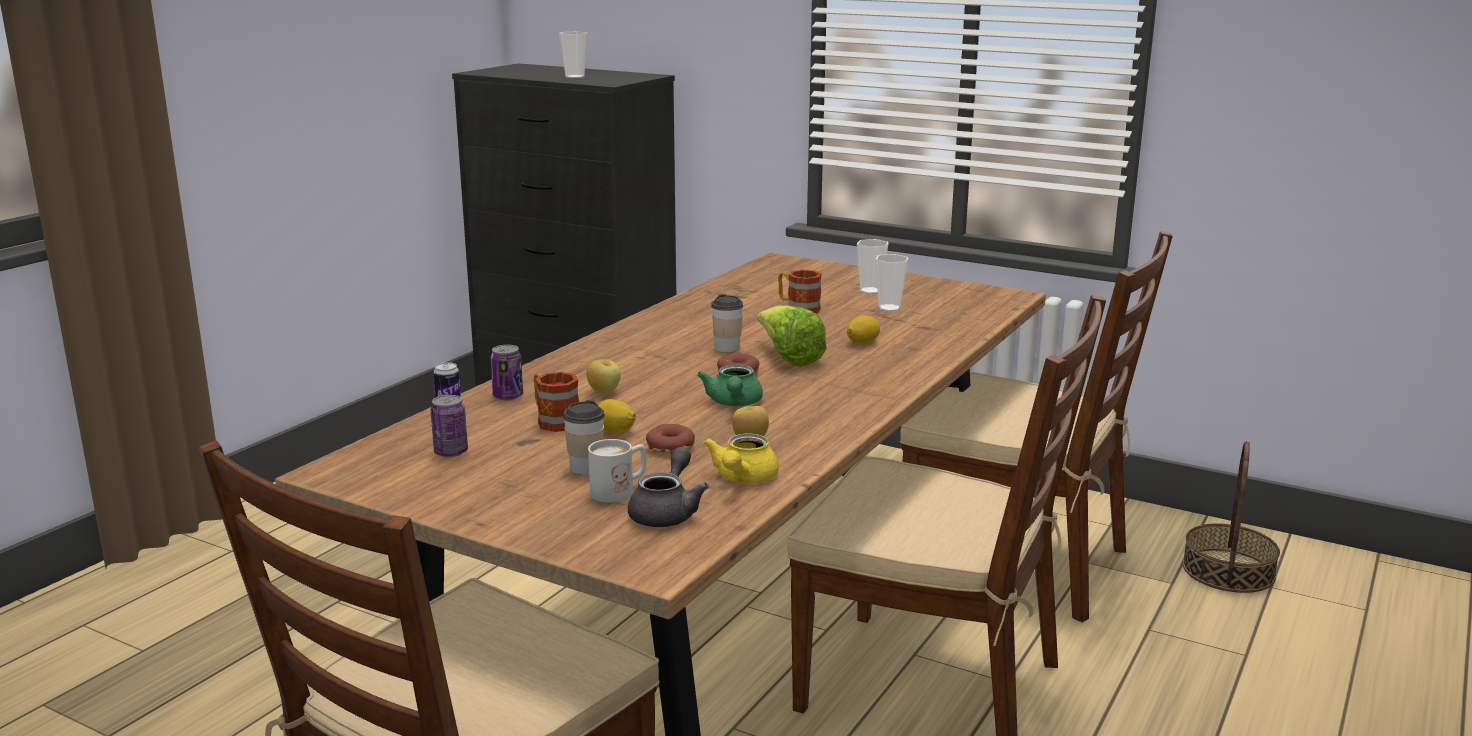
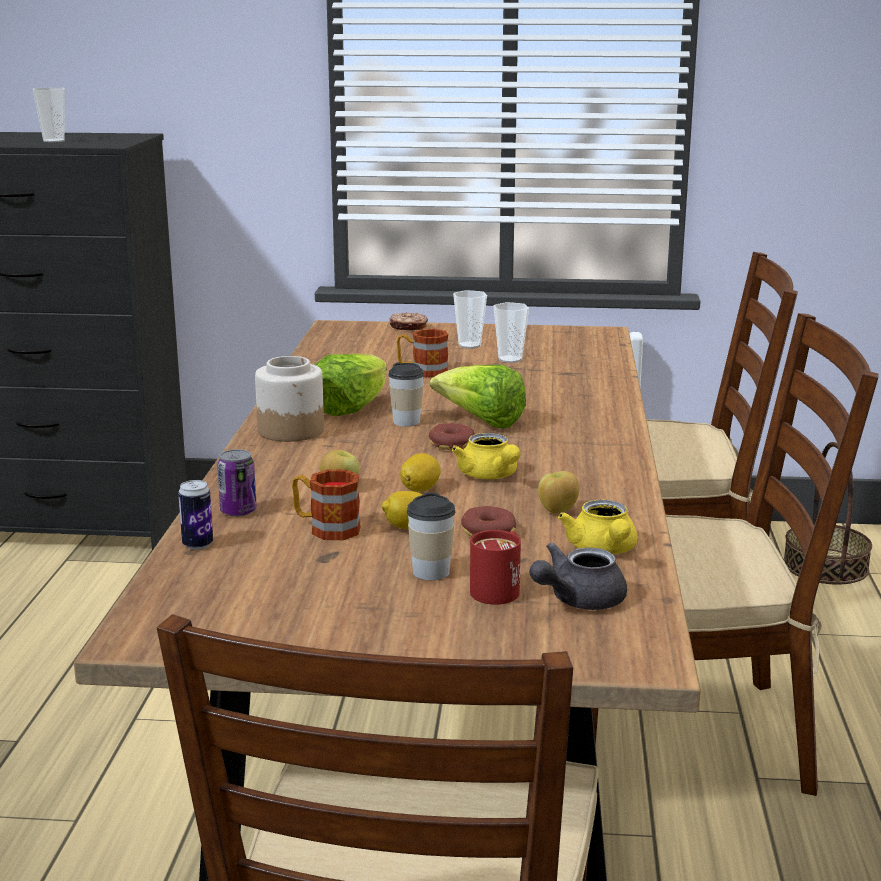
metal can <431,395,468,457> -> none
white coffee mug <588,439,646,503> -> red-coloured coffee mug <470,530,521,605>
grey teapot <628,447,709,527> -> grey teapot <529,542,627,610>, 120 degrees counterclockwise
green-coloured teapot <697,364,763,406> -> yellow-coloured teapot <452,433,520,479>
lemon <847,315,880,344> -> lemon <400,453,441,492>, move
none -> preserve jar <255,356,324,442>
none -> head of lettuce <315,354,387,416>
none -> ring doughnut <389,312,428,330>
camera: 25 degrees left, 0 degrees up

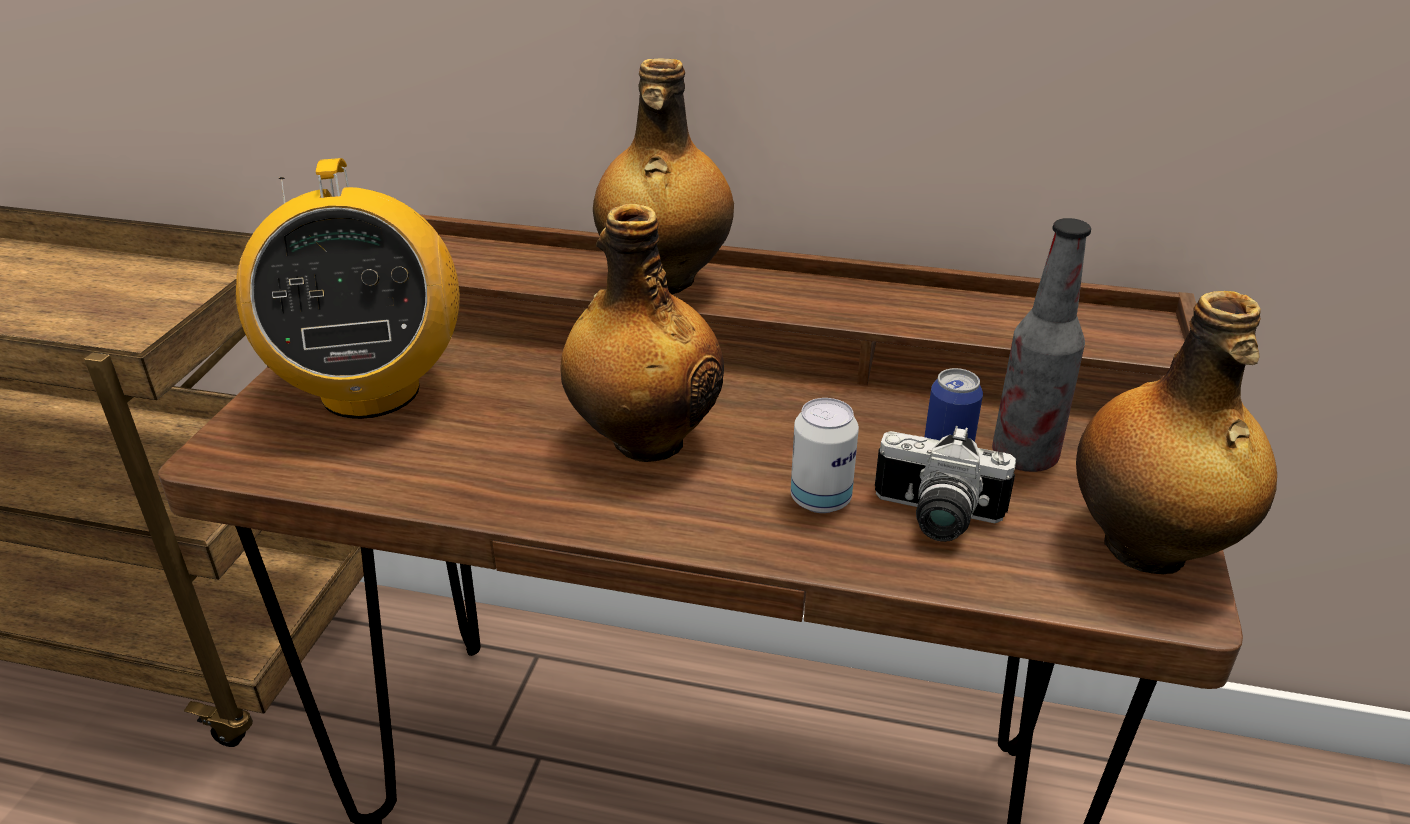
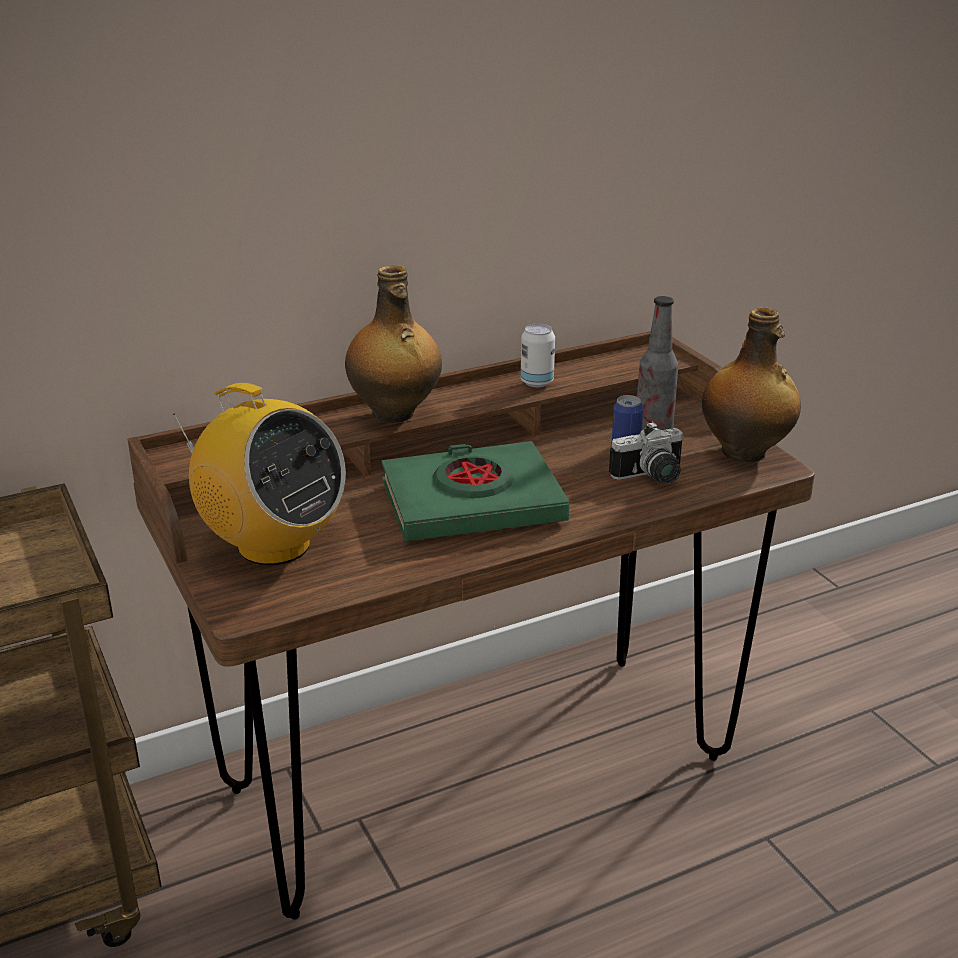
drink bottle <561,204,724,462> -> green-coloured bound book <382,441,569,541>
metal can <791,398,859,513> -> metal can <521,324,555,387>, move
camera: 40 degrees left, 5 degrees down

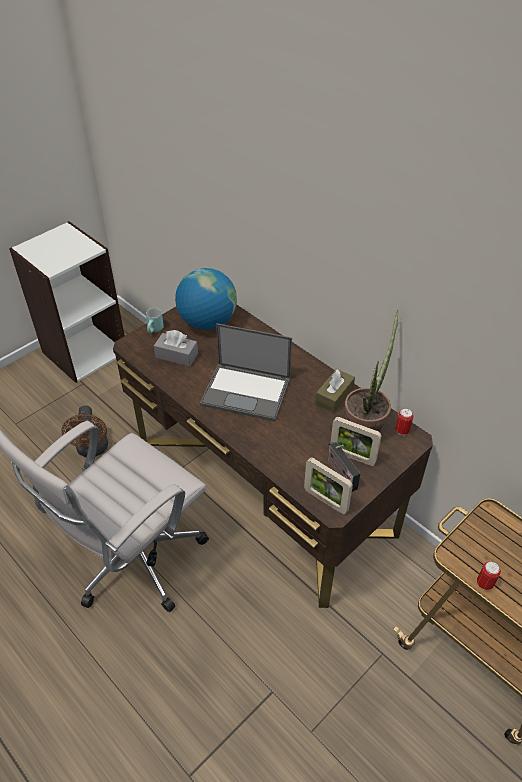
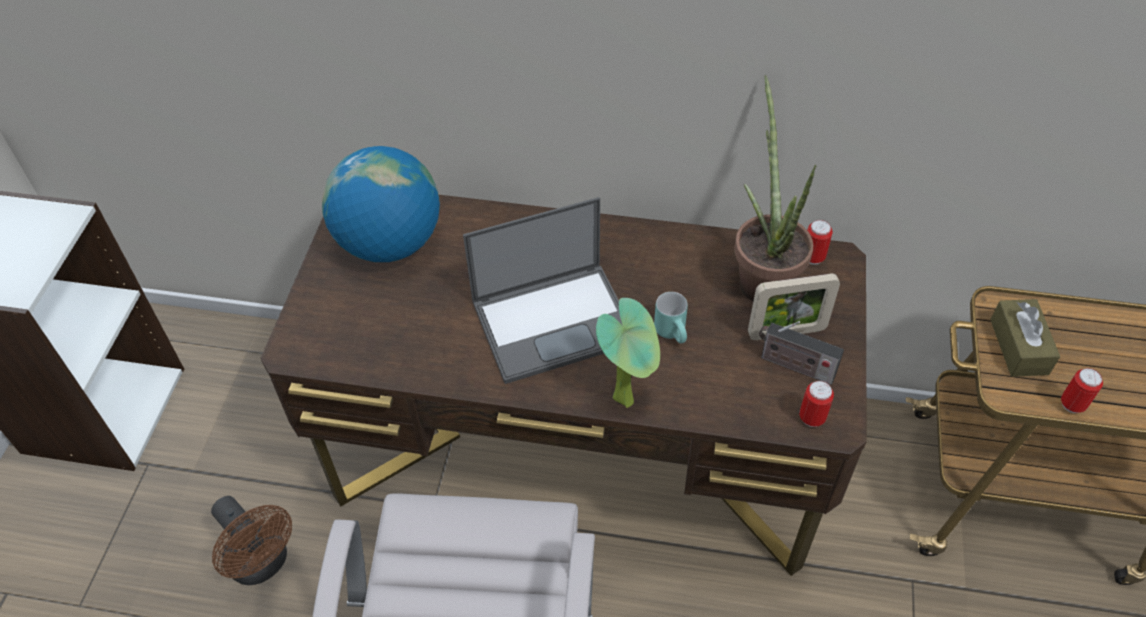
turquoise coffee mug <146,308,164,333> -> turquoise coffee mug <654,292,688,343>, move
grey tissue box <154,330,198,366> -> none
photo frame <304,457,353,514> -> metal can <799,381,834,427>
brown-coloured tissue box <315,369,355,413> -> brown-coloured tissue box <990,299,1060,377>, move
none -> houseplant <596,298,660,408>
camera: 35 degrees left, 5 degrees up

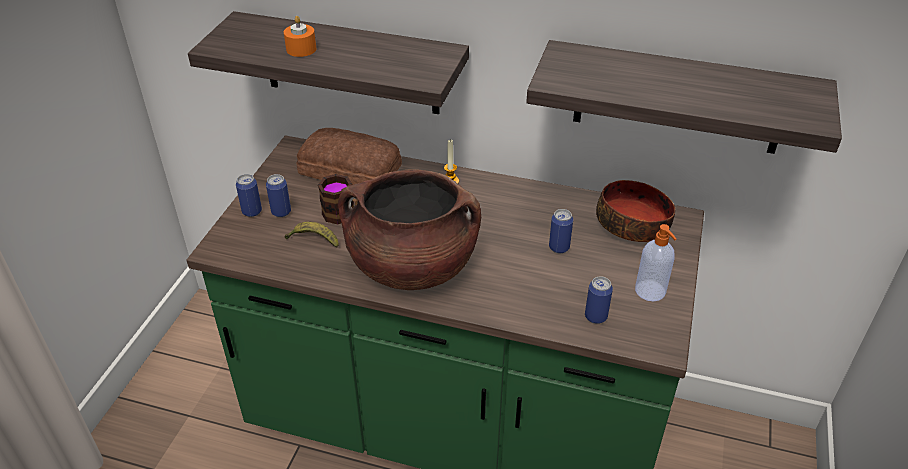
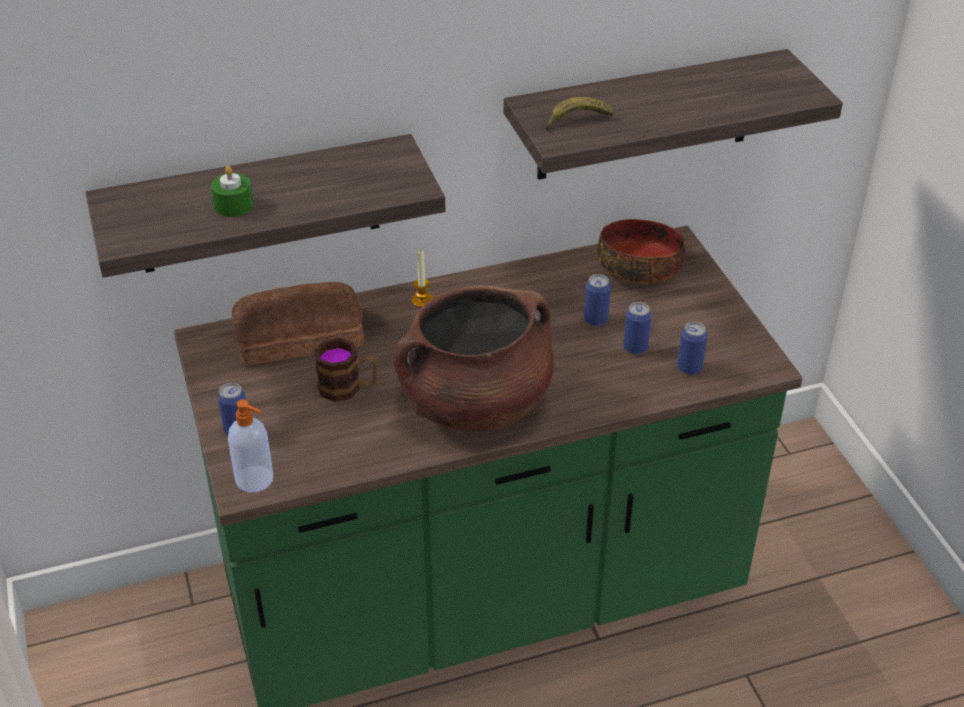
metal can <266,174,291,217> -> metal can <623,302,652,355>, move
orangey wax candle <284,16,317,57> -> green-coloured wax candle <211,166,254,217>
whole banana <285,222,339,248> -> whole banana <546,97,614,131>, move
liquid soap bottle <635,224,677,301> -> liquid soap bottle <228,400,273,493>, move
camera: 35 degrees left, 0 degrees up

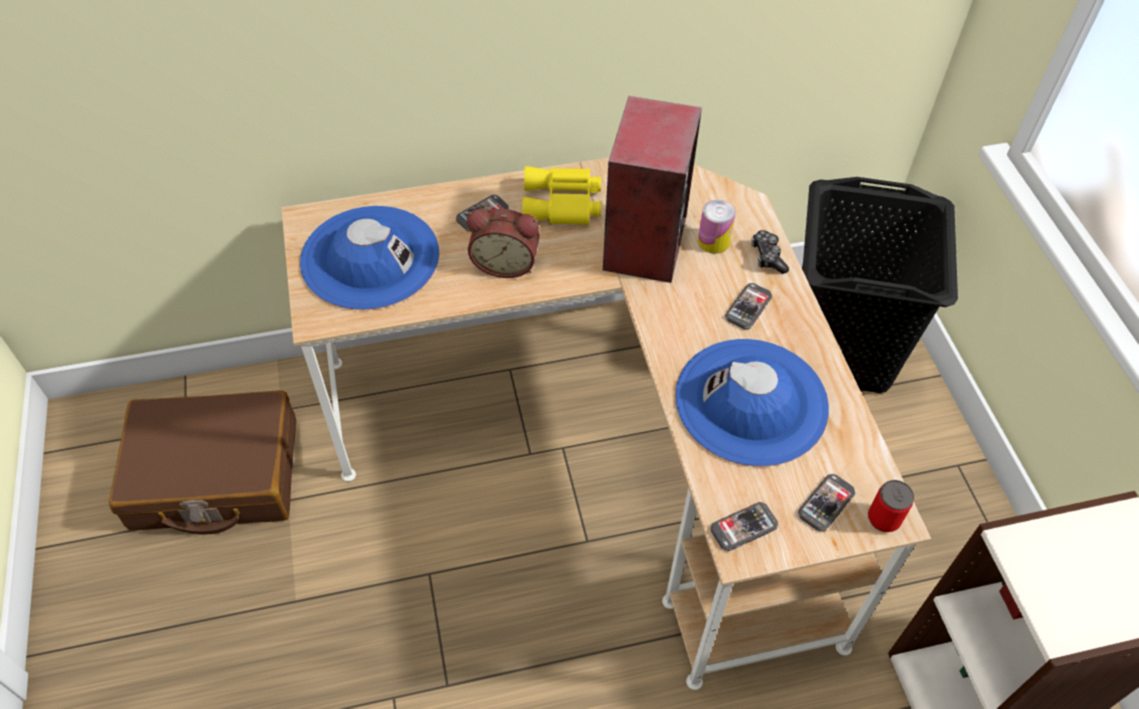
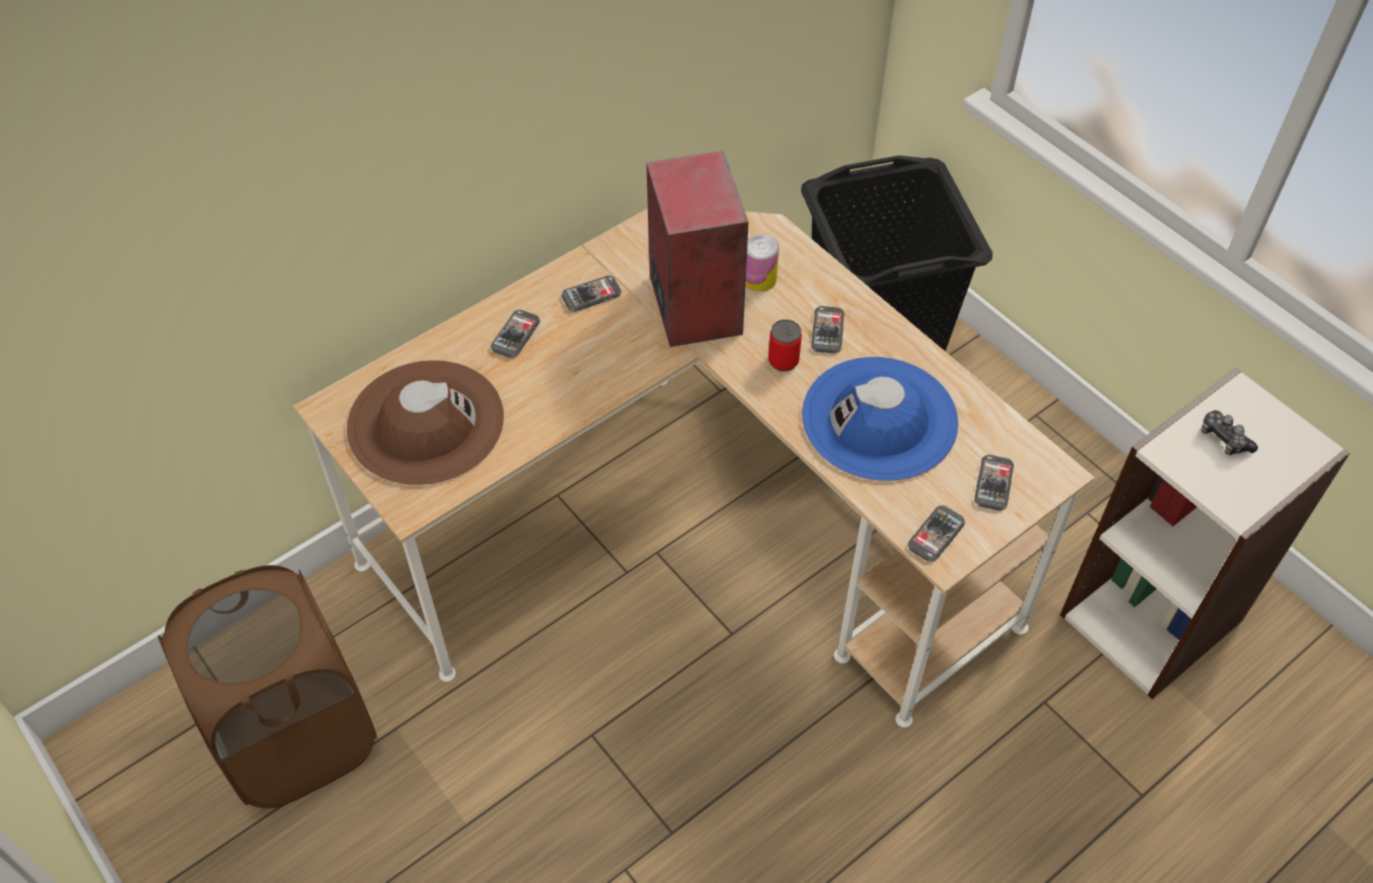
brown-coloured suitcase <109,390,296,534> -> brown-coloured washing basket <158,565,377,809>
blue-coloured hat <300,206,439,310> -> brown-coloured hat <347,360,504,485>
table clock <467,209,539,278> -> none
yellow-coloured pair of binoculars <522,166,601,226> -> handset <561,275,622,312>
joypad <751,230,789,274> -> joypad <1201,410,1258,455>, move
metal can <868,480,914,532> -> metal can <768,319,802,371>, move
camera: 25 degrees left, 0 degrees up

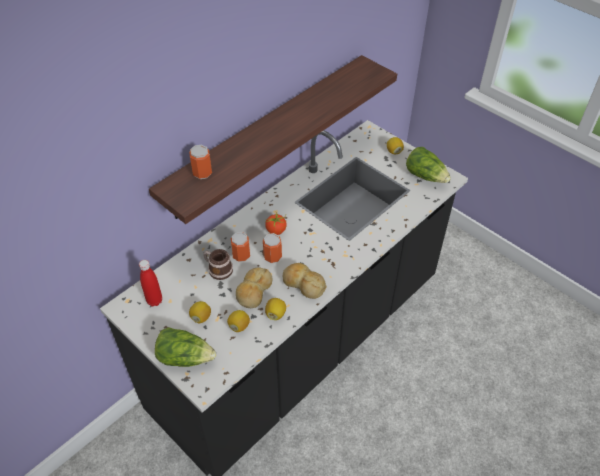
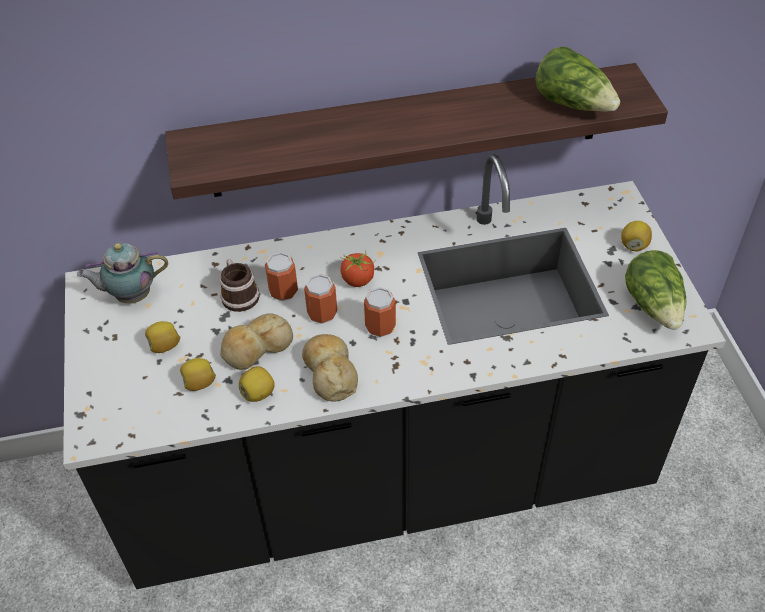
red-coloured drink bottle <139,260,162,306> -> teapot <77,243,168,304>
head of lettuce <155,327,216,367> -> head of lettuce <535,47,620,112>, move
metal can <189,145,212,179> -> metal can <364,287,396,337>, move
camera: 35 degrees right, 0 degrees up

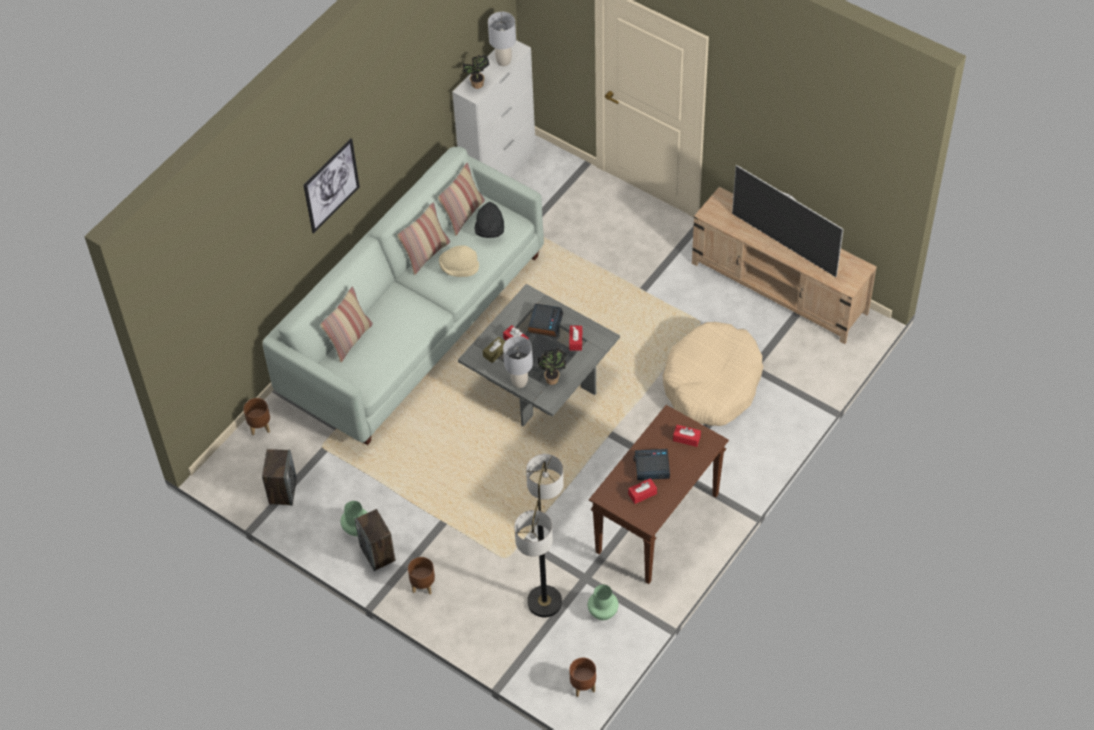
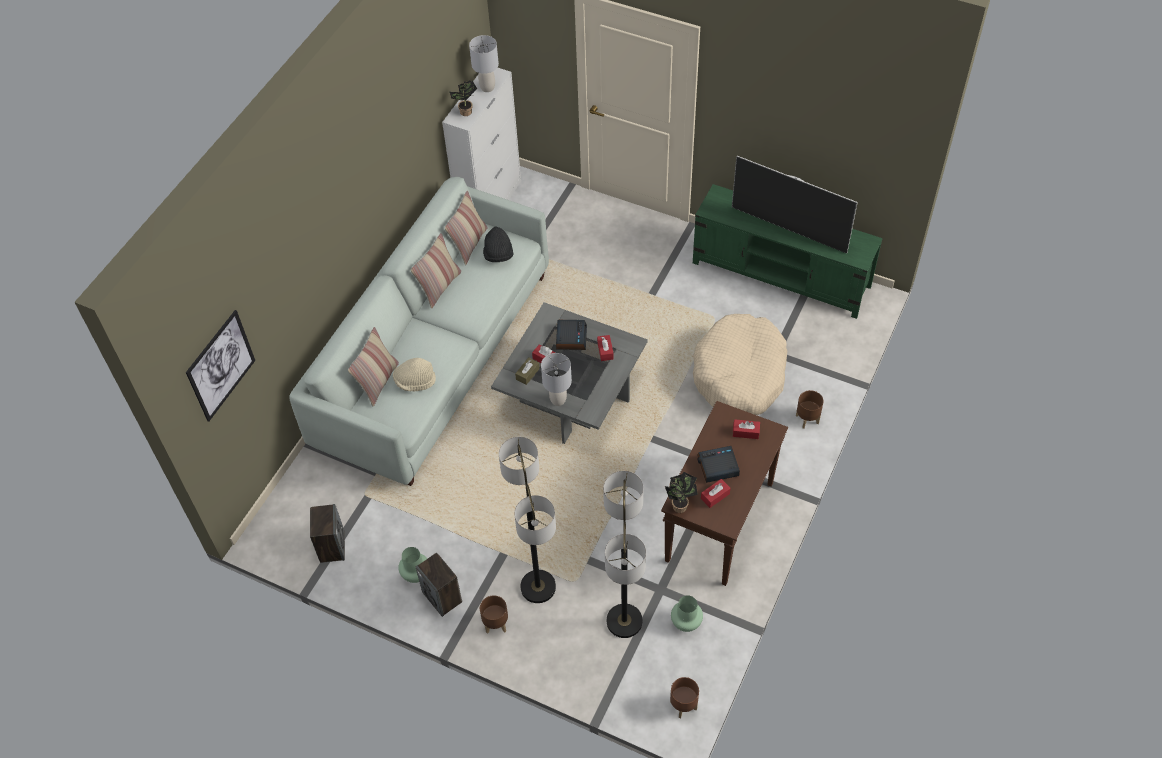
brown-coloured planter <243,398,270,435> -> brown-coloured planter <796,390,823,429>, move
wall art <303,138,360,234> -> wall art <186,310,255,422>, move
sand-coloured hat <439,245,479,277> -> sand-coloured hat <393,358,436,392>, move
houseplant <538,348,567,385> -> houseplant <665,472,698,513>, move
sand-coloured tv unit <692,187,877,344> -> green-coloured tv unit <693,184,883,319>
none -> floor lamp <499,437,556,603>
camera: 10 degrees left, 0 degrees up

